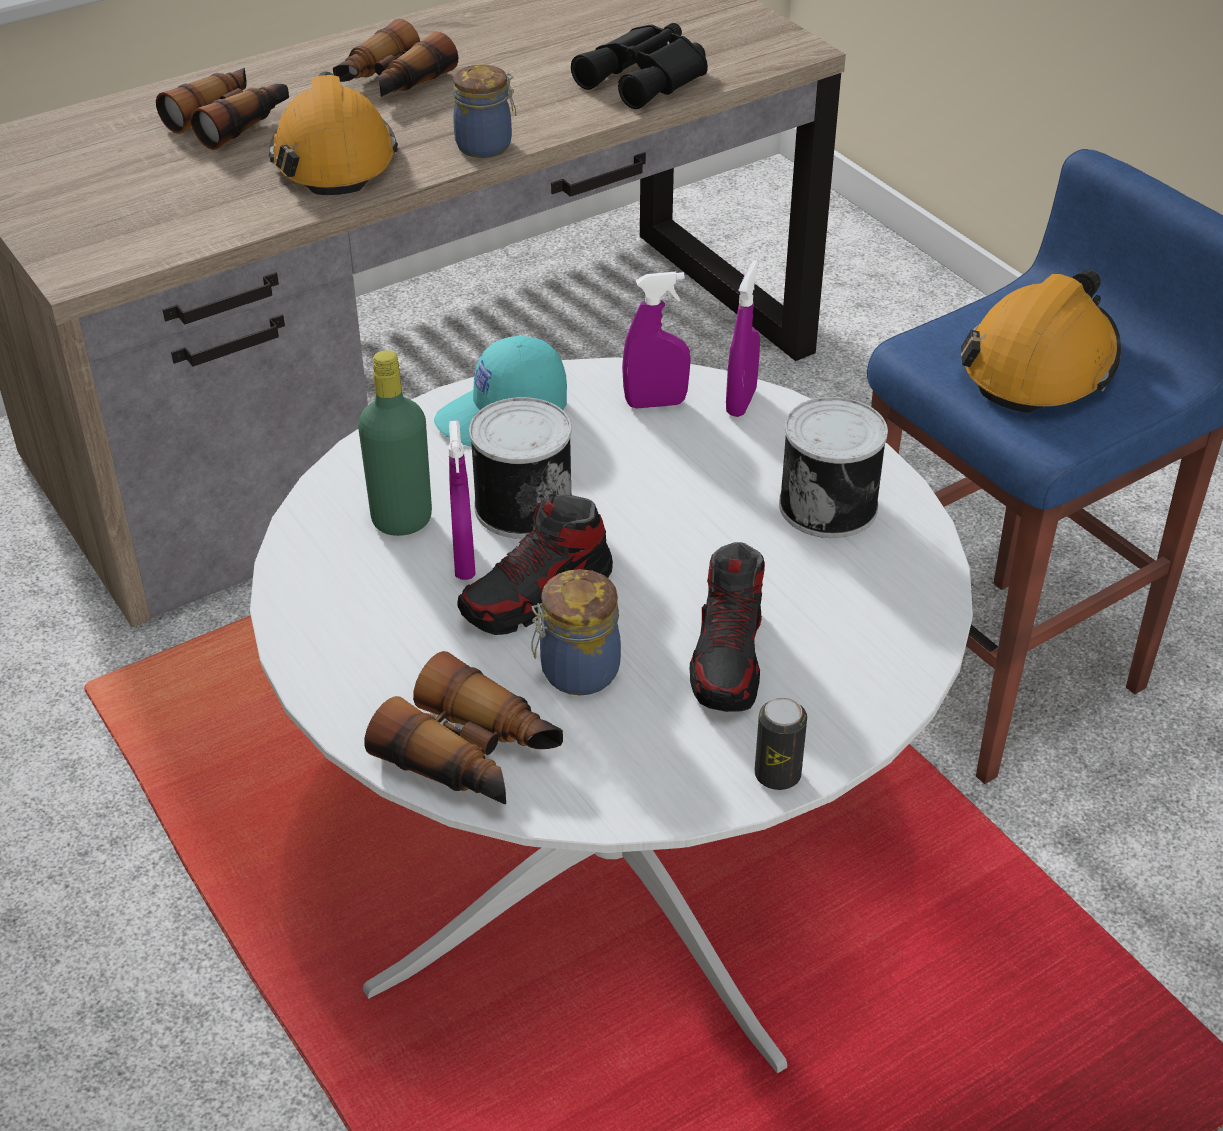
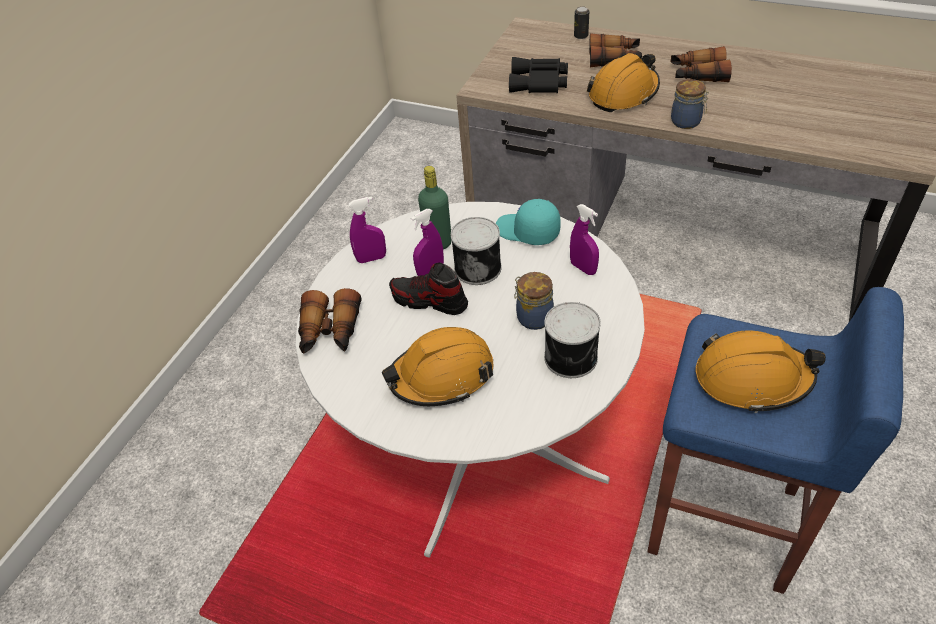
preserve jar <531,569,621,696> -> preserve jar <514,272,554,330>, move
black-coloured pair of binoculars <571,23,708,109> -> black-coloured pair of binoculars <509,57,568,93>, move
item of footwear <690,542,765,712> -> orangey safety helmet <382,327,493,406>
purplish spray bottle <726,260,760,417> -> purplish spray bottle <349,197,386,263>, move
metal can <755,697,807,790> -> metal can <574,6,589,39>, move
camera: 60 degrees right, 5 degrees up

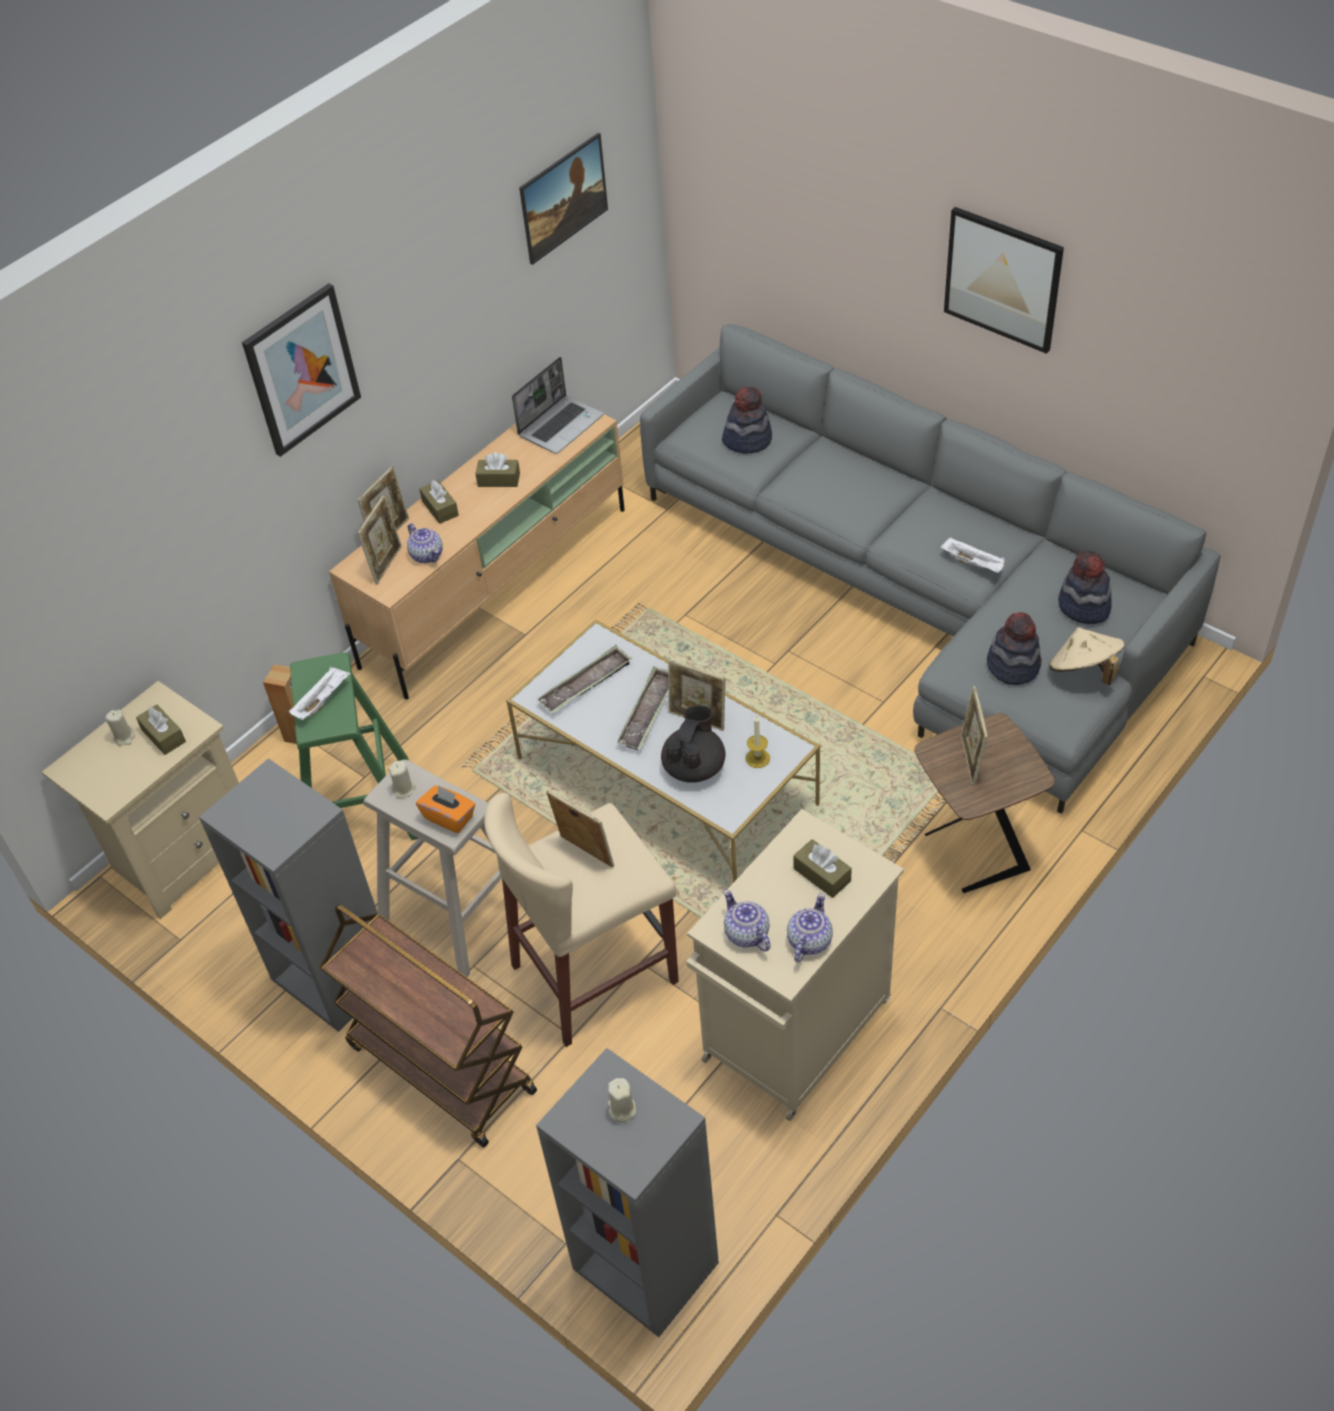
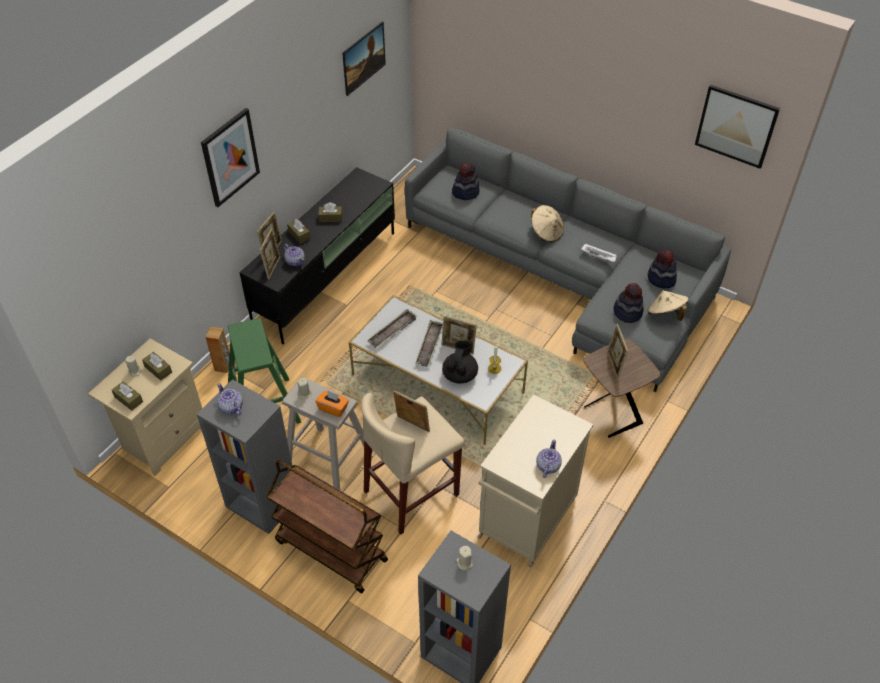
white carrying tray <289,667,351,720> -> none
sand-coloured tv unit <329,415,625,699> -> black-coloured tv unit <239,167,395,344>
notebook computer <512,357,604,454> -> none
teapot <724,889,770,951> -> teapot <217,383,243,415>, move
brown-coloured tissue box <793,839,852,898> -> brown-coloured tissue box <112,381,143,411>, move
wall art <944,207,1064,354> -> wall art <695,85,780,169>, move
none -> sand-coloured hat <531,205,564,242>
camera: 10 degrees left, 0 degrees up

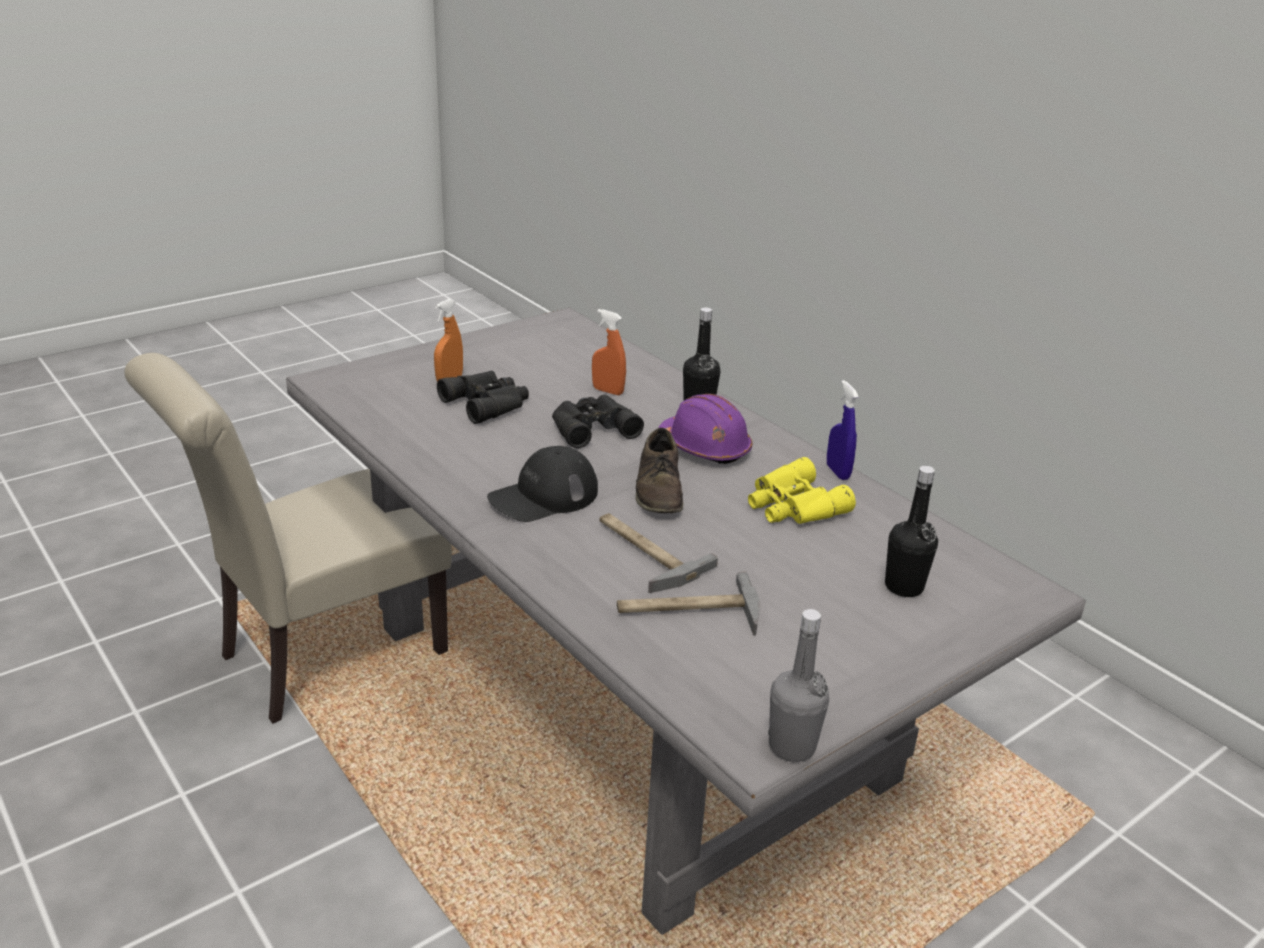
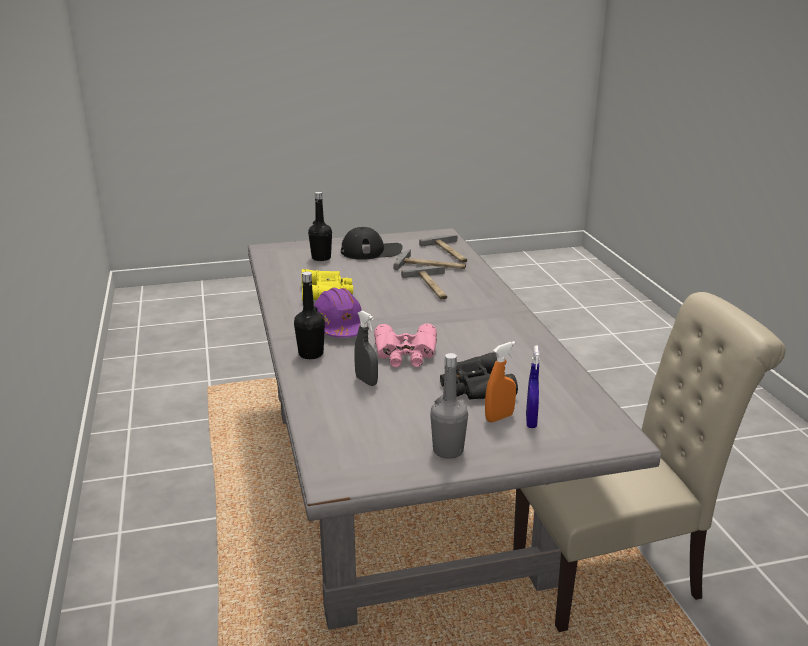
black-coloured cap <487,446,598,522> -> black-coloured cap <341,227,403,260>, move
black-coloured pair of binoculars <552,395,644,449> -> pink pair of binoculars <374,323,437,368>
orangey spray bottle <592,309,626,395> -> grey spray bottle <354,311,378,386>
brown-coloured item of footwear <636,428,683,513> -> none
grey drink bottle <768,609,829,762> -> grey drink bottle <430,353,468,458>, move
blue-coloured spray bottle <827,380,859,480> -> blue-coloured spray bottle <526,346,540,428>, move
none -> hammer <419,235,467,263>
camera: 155 degrees left, 5 degrees down

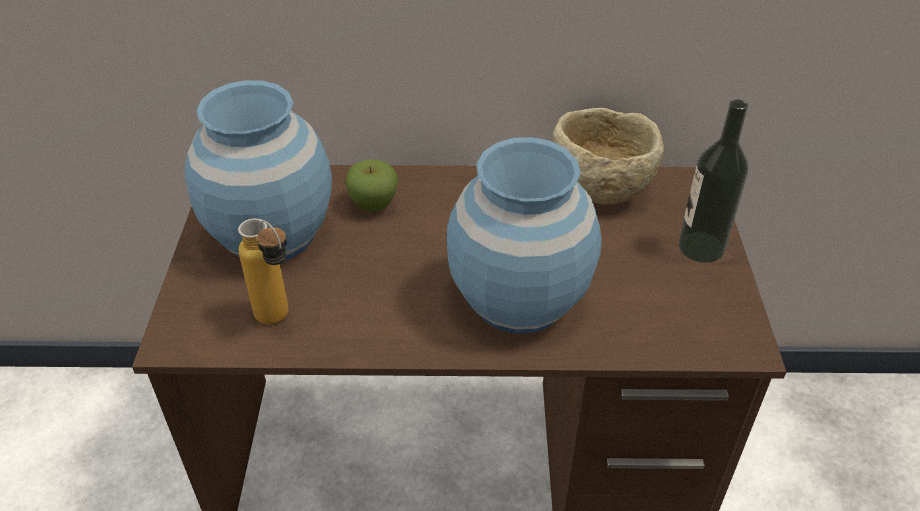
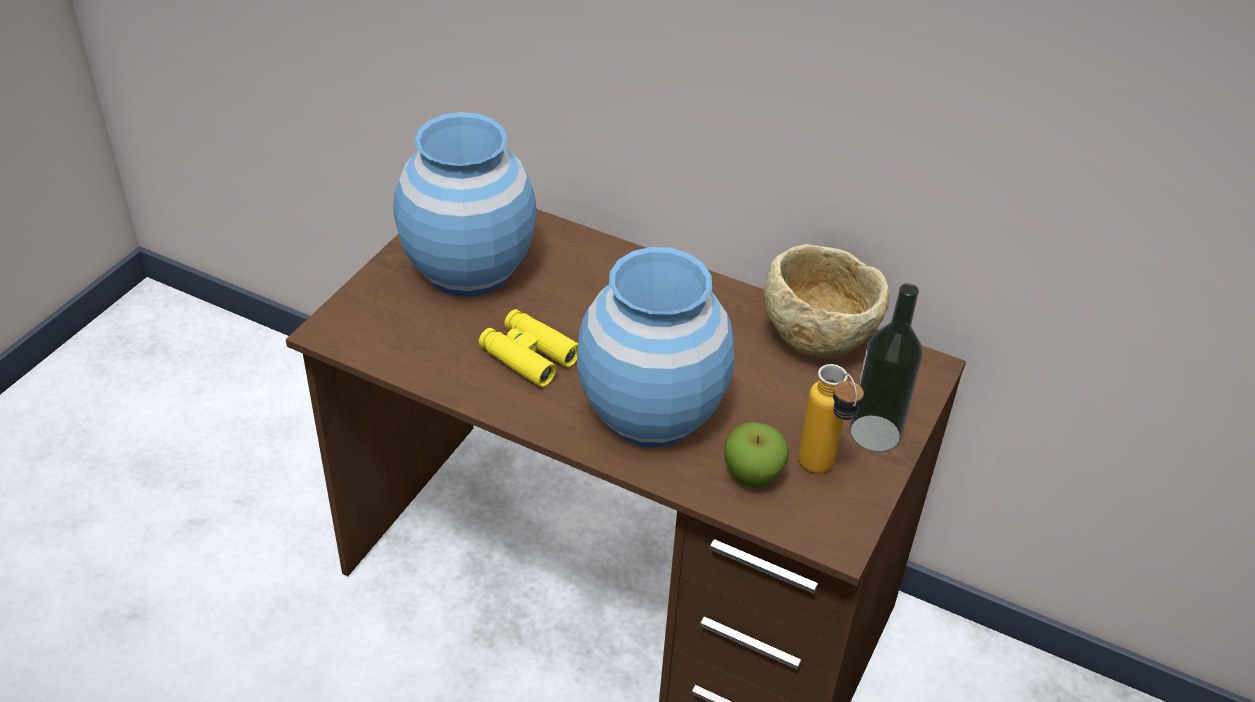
drink bottle <238,218,289,325> -> drink bottle <798,364,864,473>, move
apple fruit <345,160,399,212> -> apple fruit <724,422,789,488>, move
none -> yellow-coloured pair of binoculars <479,309,578,387>
camera: 25 degrees right, 0 degrees up

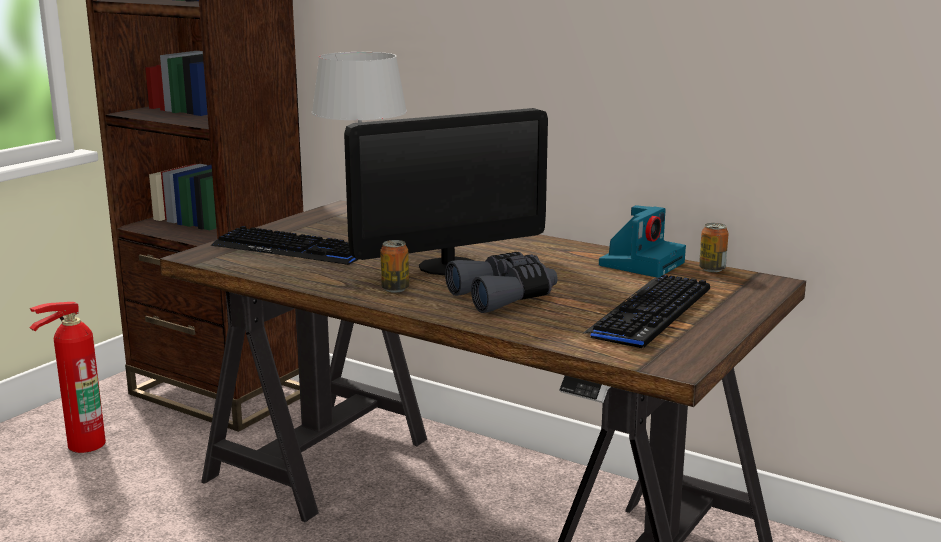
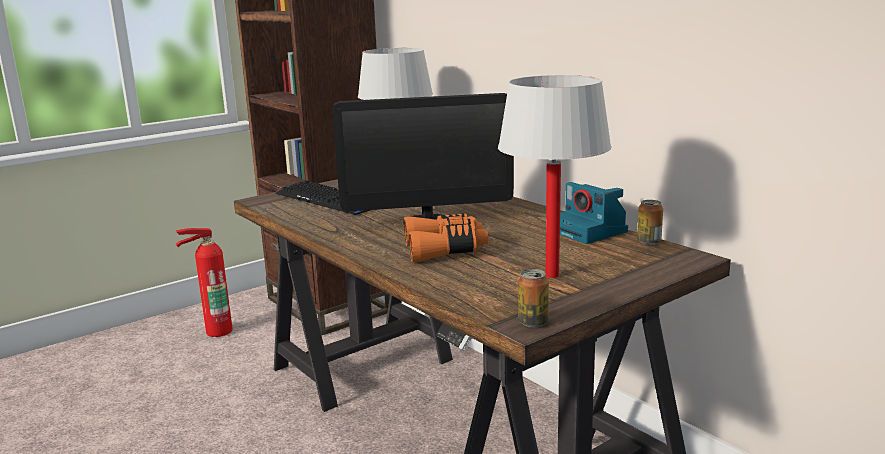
metal can <380,240,409,292> -> metal can <518,269,549,327>, move
grey pair of binoculars <445,252,558,313> -> orangey pair of binoculars <404,213,488,262>
computer keyboard <582,275,710,348> -> white tabletop lamp <498,75,612,278>
photo camera <599,205,686,278> -> photo camera <560,182,628,244>, 90 degrees clockwise
camera: 20 degrees right, 0 degrees up

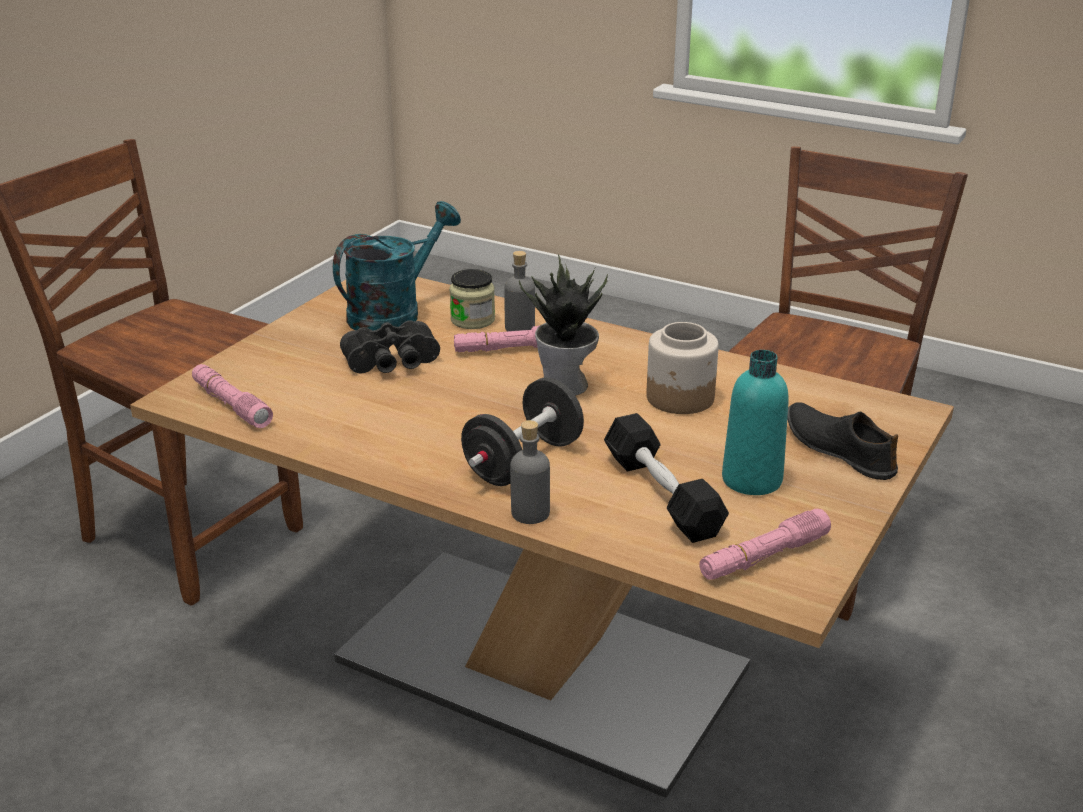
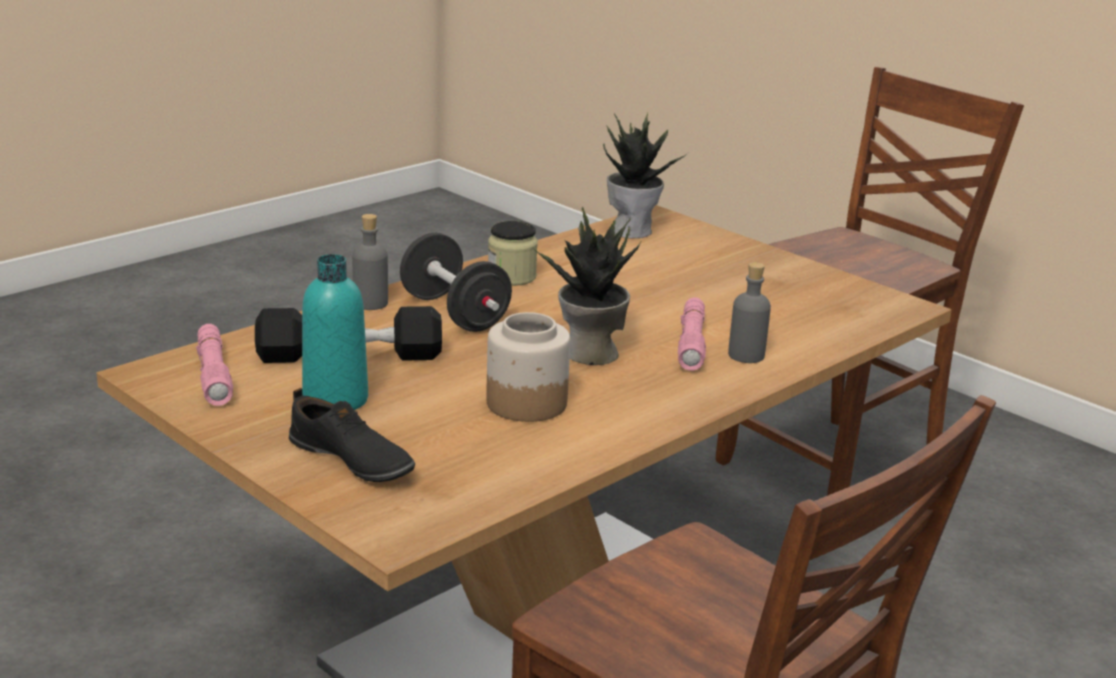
pink hand torch <192,364,273,428> -> houseplant <603,113,688,238>
turquoise watering pot <333,201,461,331> -> none
black-coloured pair of binoculars <340,320,440,373> -> none
preserve jar <449,269,495,329> -> preserve jar <488,221,538,286>, move
black-coloured item of footwear <787,402,898,480> -> black-coloured item of footwear <289,388,415,482>, 60 degrees clockwise
camera: 105 degrees right, 5 degrees down

